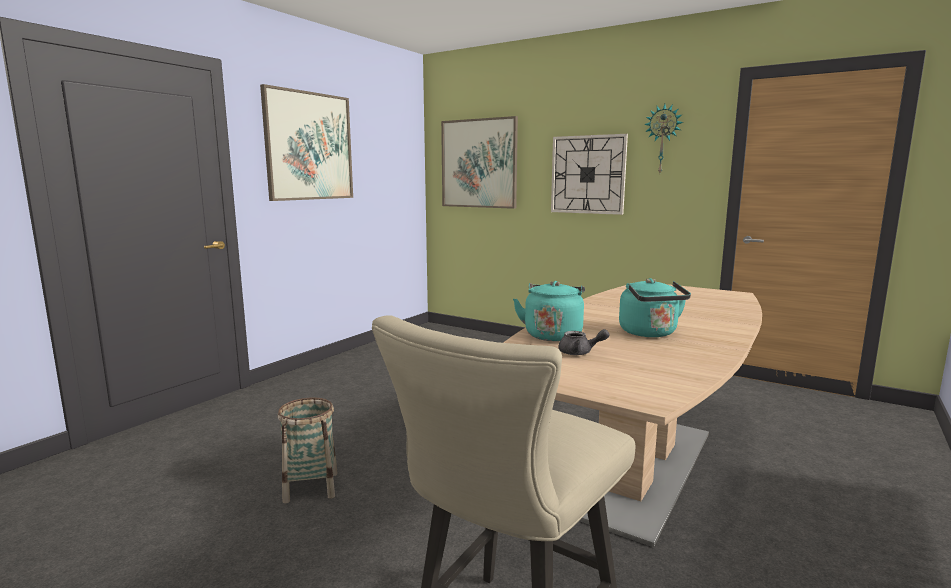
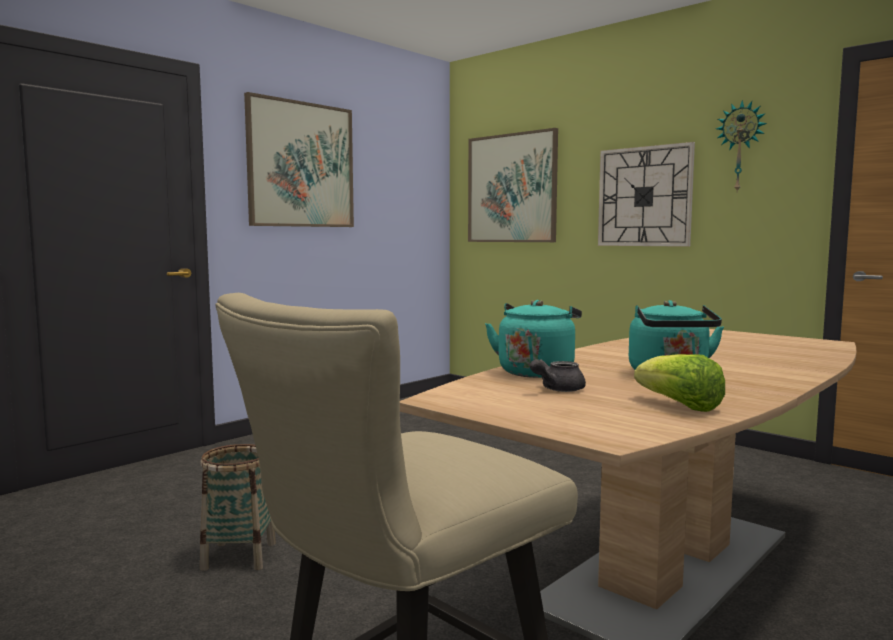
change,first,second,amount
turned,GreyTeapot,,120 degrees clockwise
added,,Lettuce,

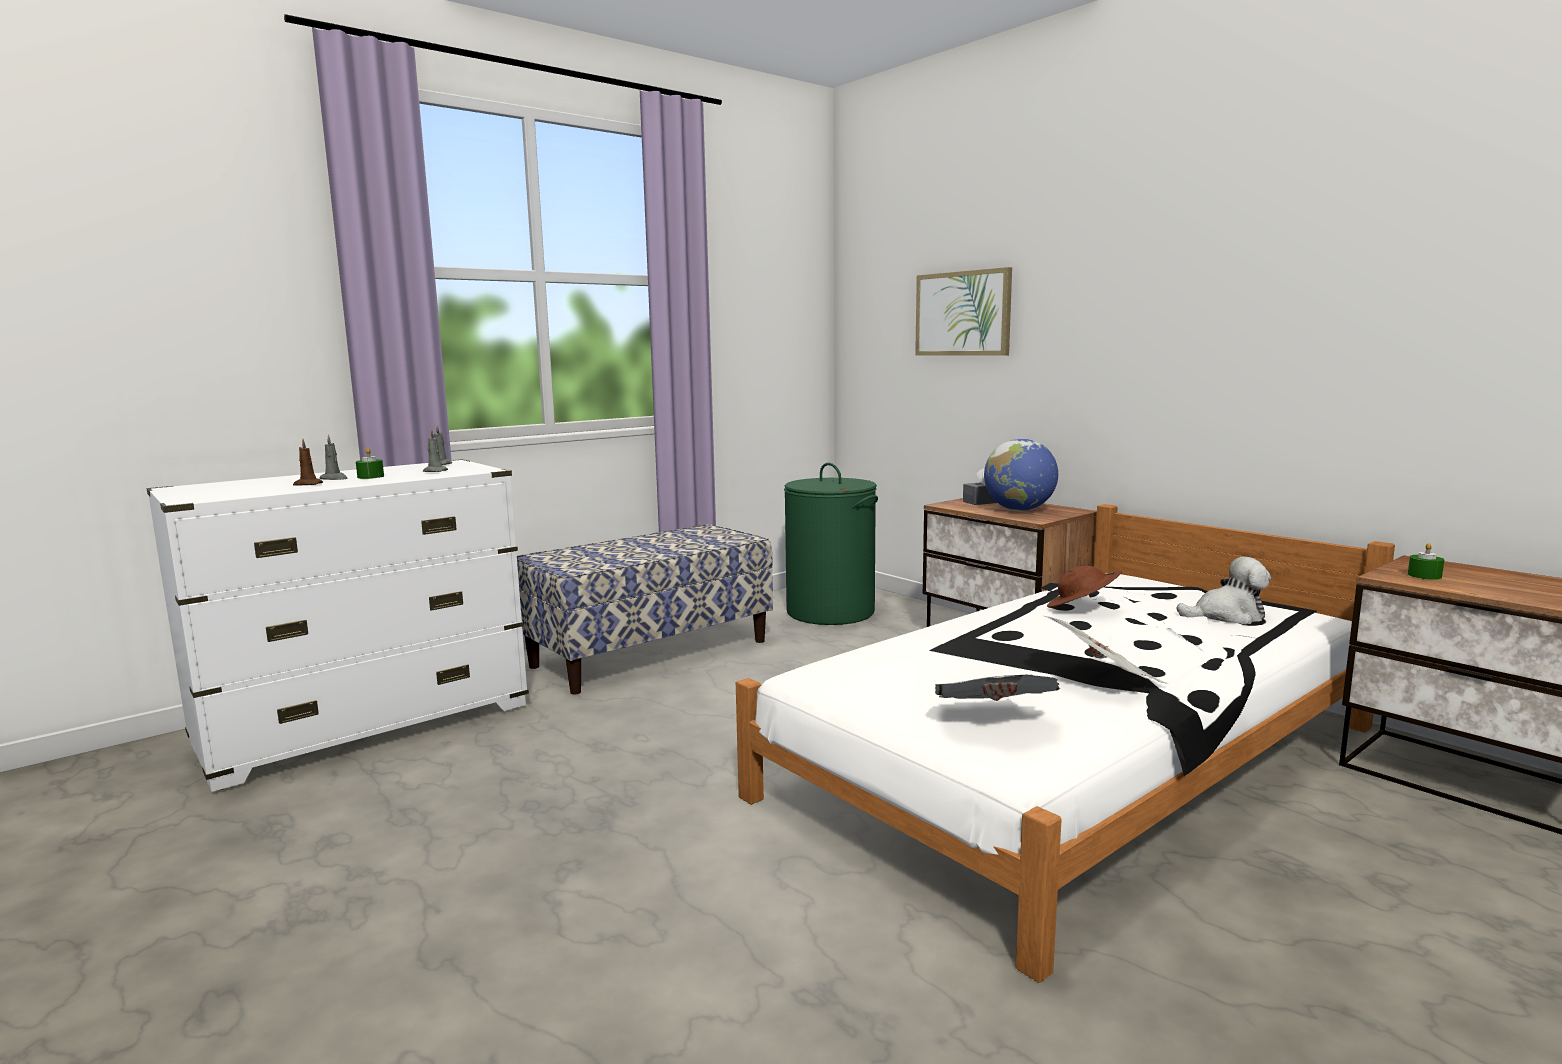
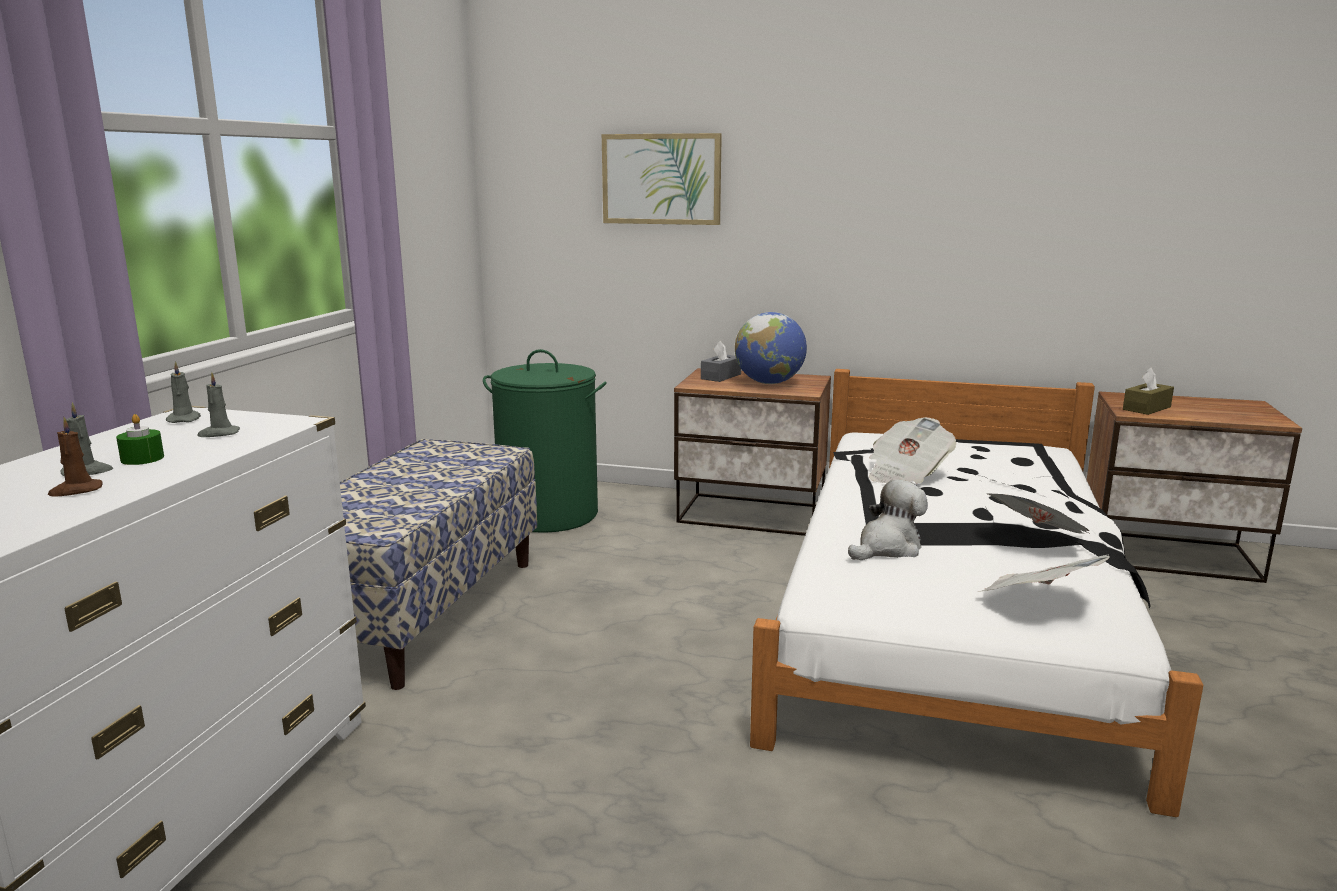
change,first,second,amount
replaced,BrownHat,Newspaper (1st from left),
moved,PlushToy,,
replaced,GreenCandle (2nd from left),BrownTissueBox,

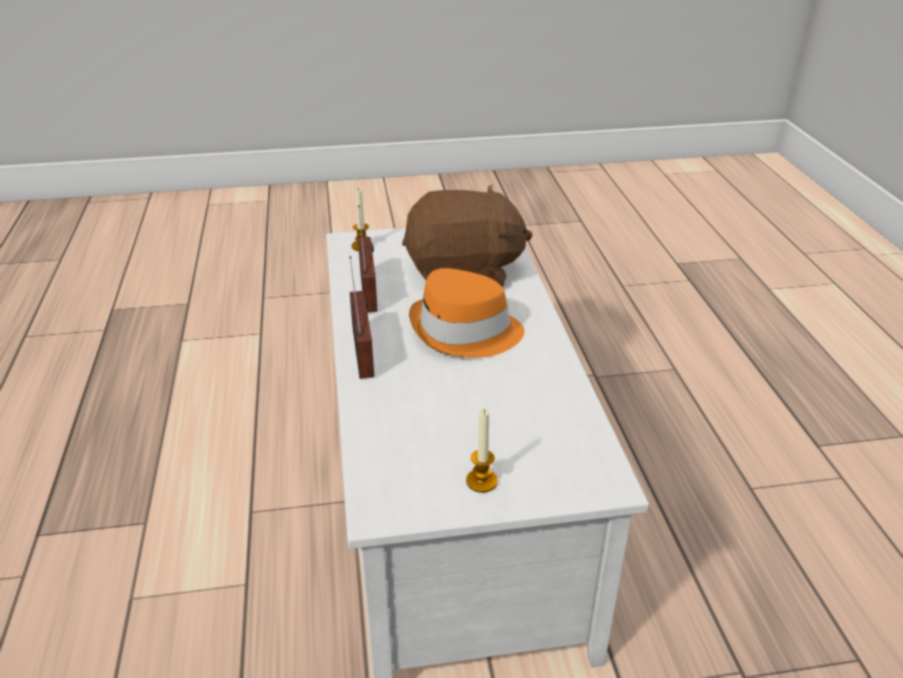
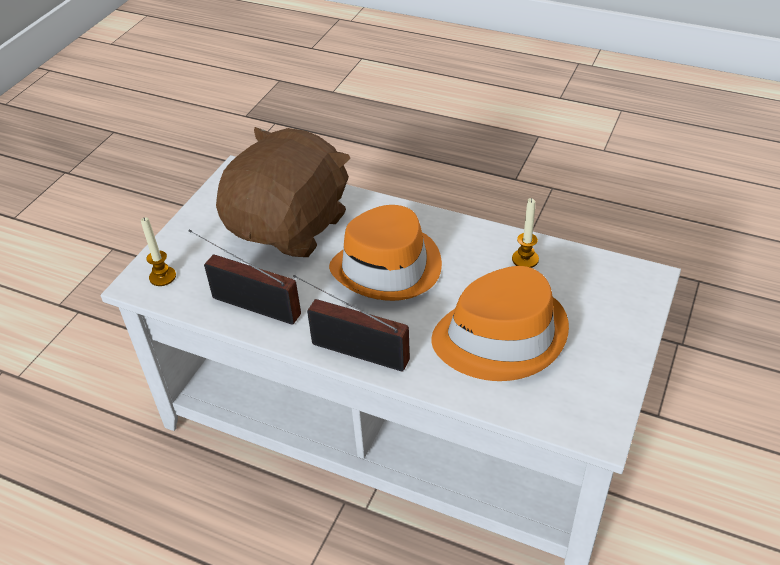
change,first,second,amount
moved,Candle (2nd from left),,
added,,OrangeHat (2nd from left),

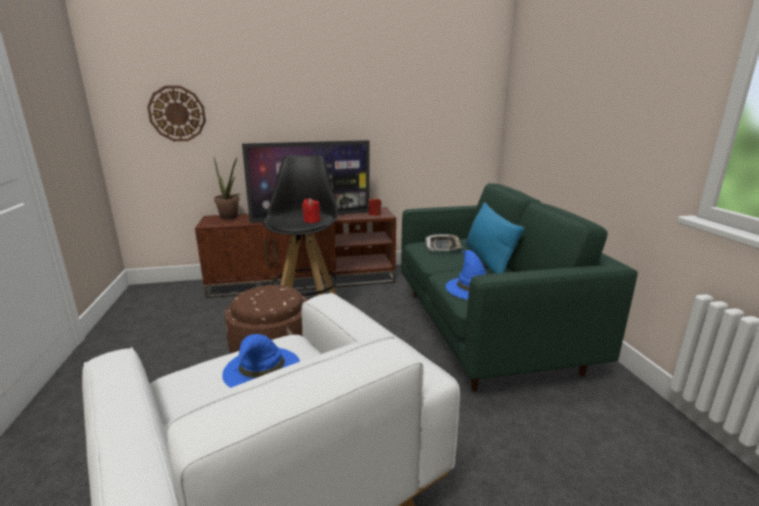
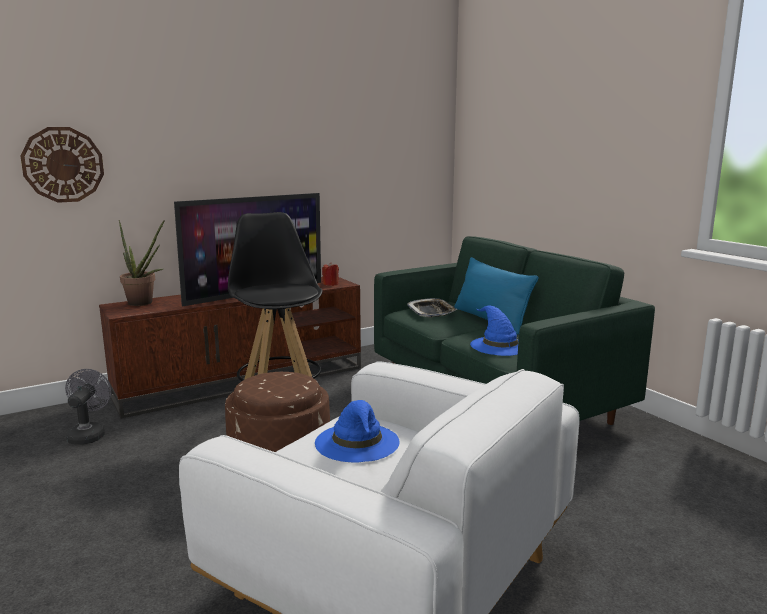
change,first,second,amount
removed,RedCandle (1st from left),,
added,,GreyFan,

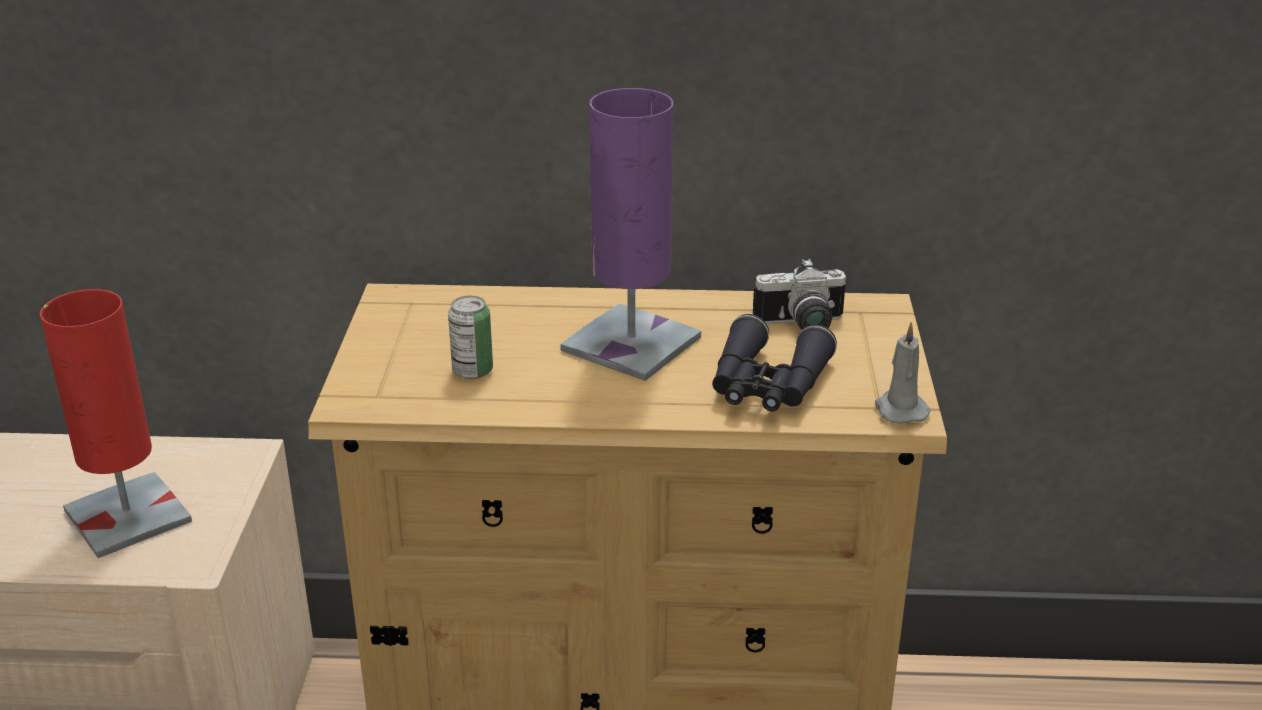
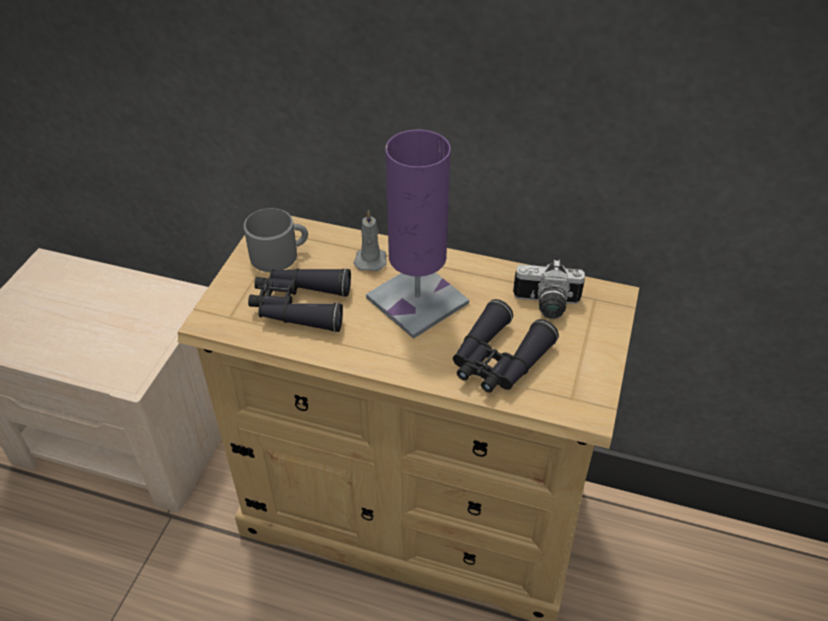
change,first,second,amount
removed,RedTableLamp,,
replaced,Can,BlackBinoculars (1st from left),
moved,GreyCandle,,
added,,GreyMug,

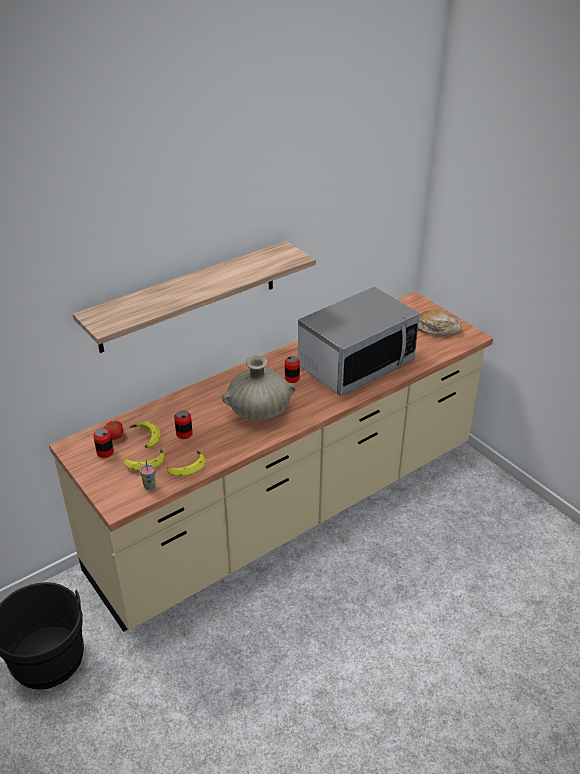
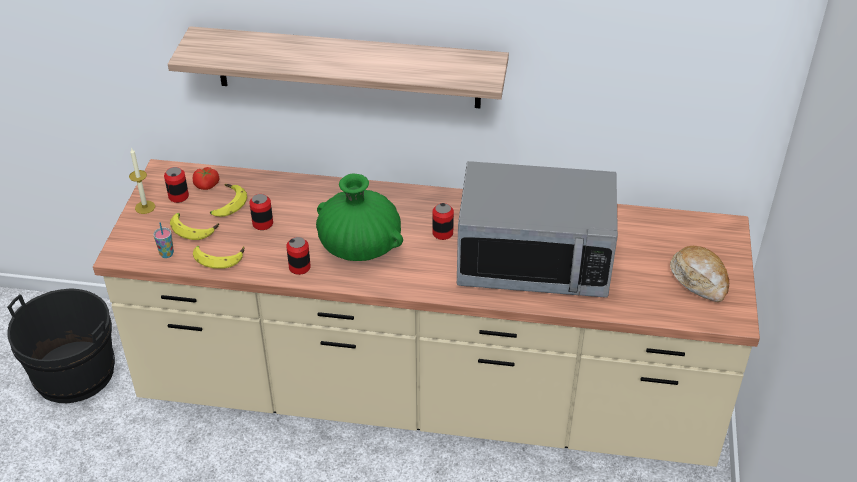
change,first,second,amount
recoloured,BeigeVase,GreenVase,
added,,Candle,
added,,Can (3rd from left),

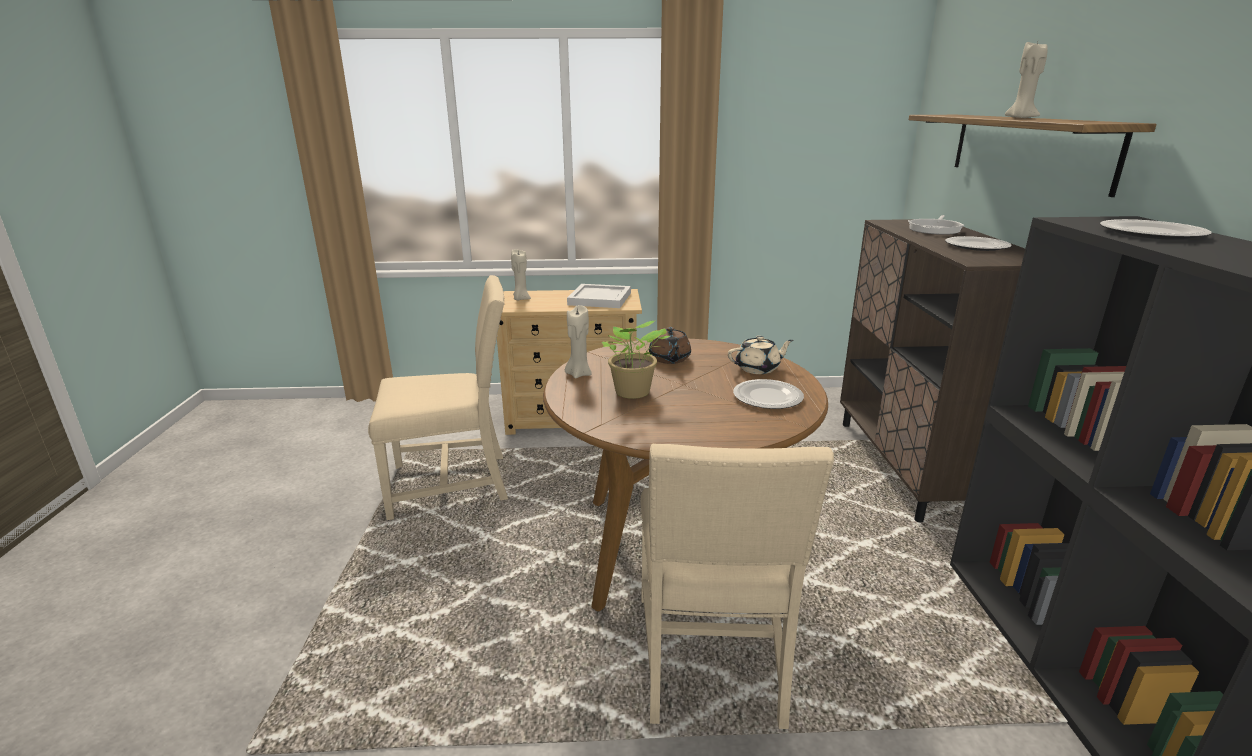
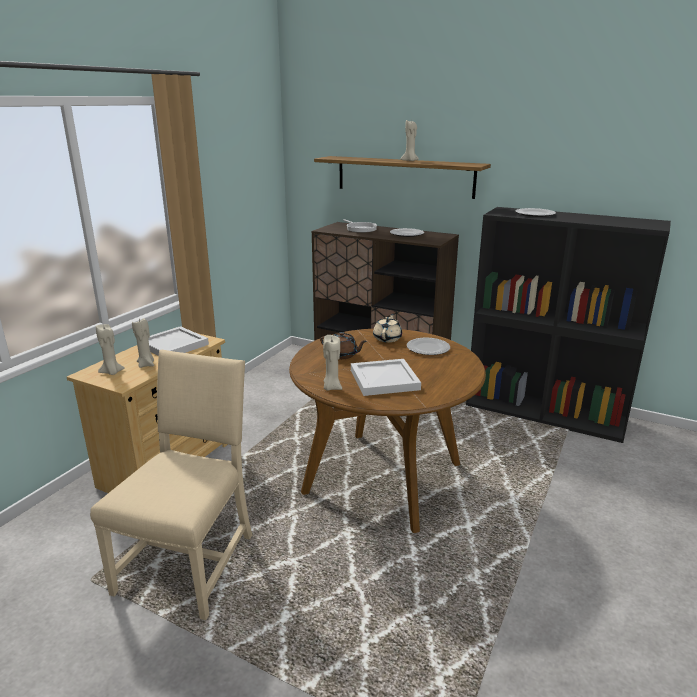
change,first,second,amount
replaced,PottedPlant,WhiteTray (2nd from left),
removed,BeigeChair (2nd from left),,
added,,BeigeCandle (2nd from left),

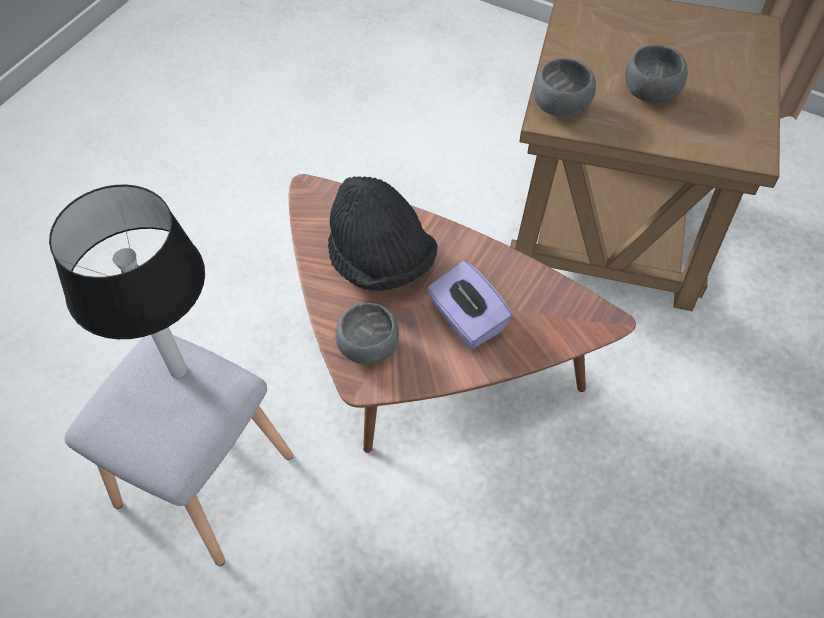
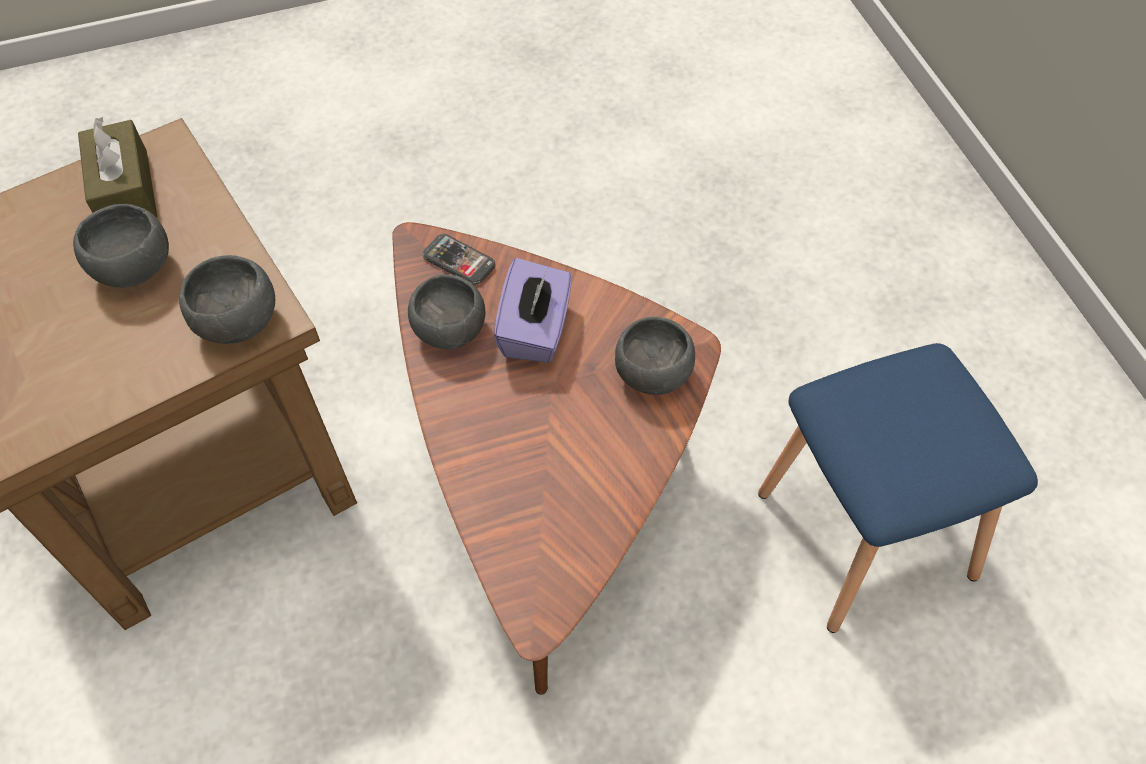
change,first,second,amount
removed,TableLamp,,
recoloured,GreyStool,BlueStool,
removed,BlackHat,,
added,,BrownTissueBox,
added,,GreyBowl (3rd from left),
added,,Phone,

